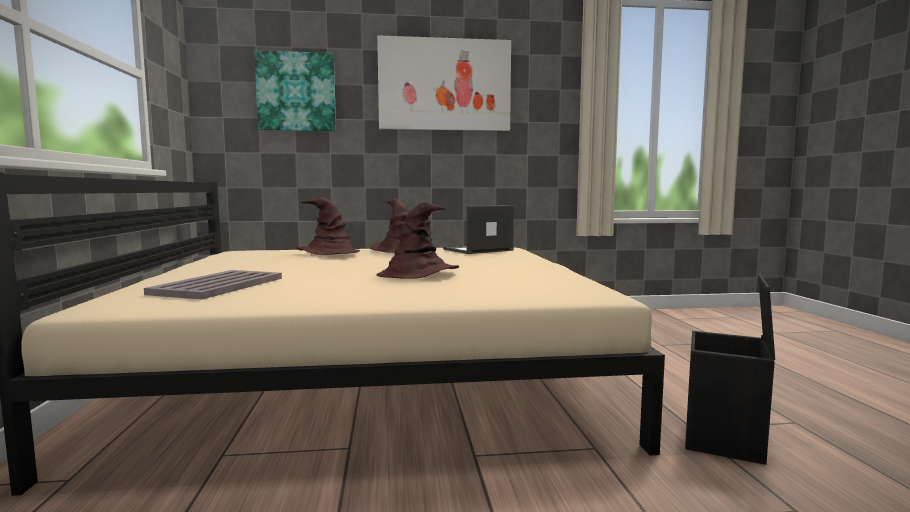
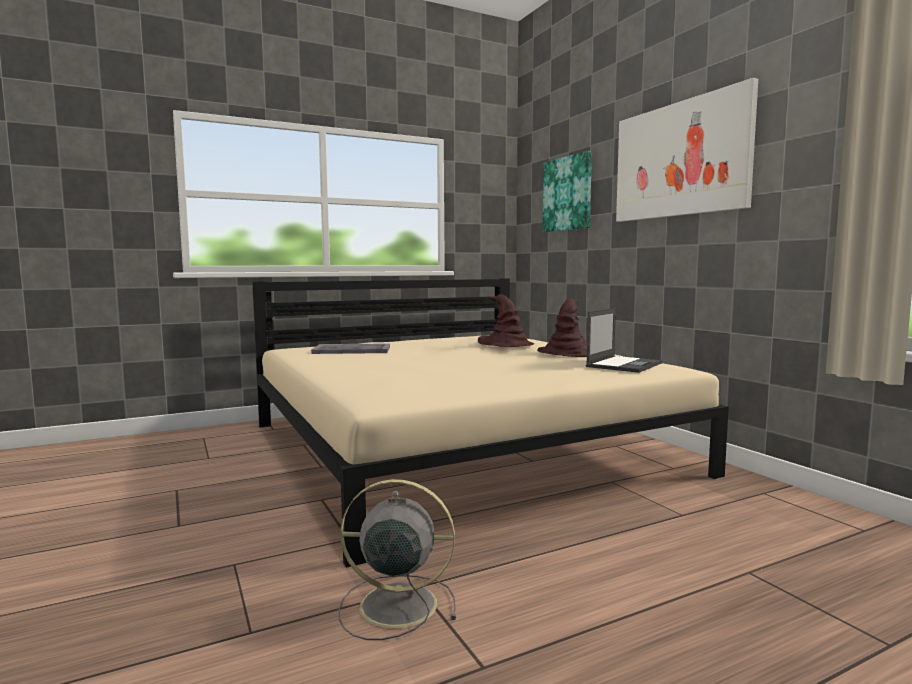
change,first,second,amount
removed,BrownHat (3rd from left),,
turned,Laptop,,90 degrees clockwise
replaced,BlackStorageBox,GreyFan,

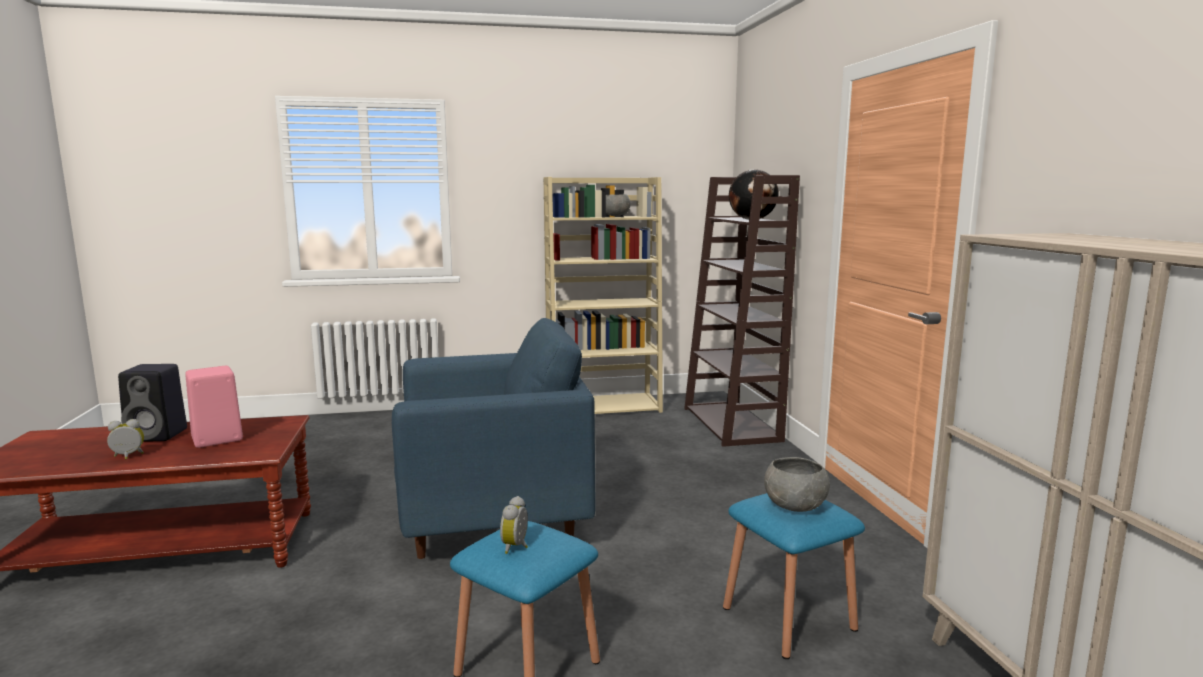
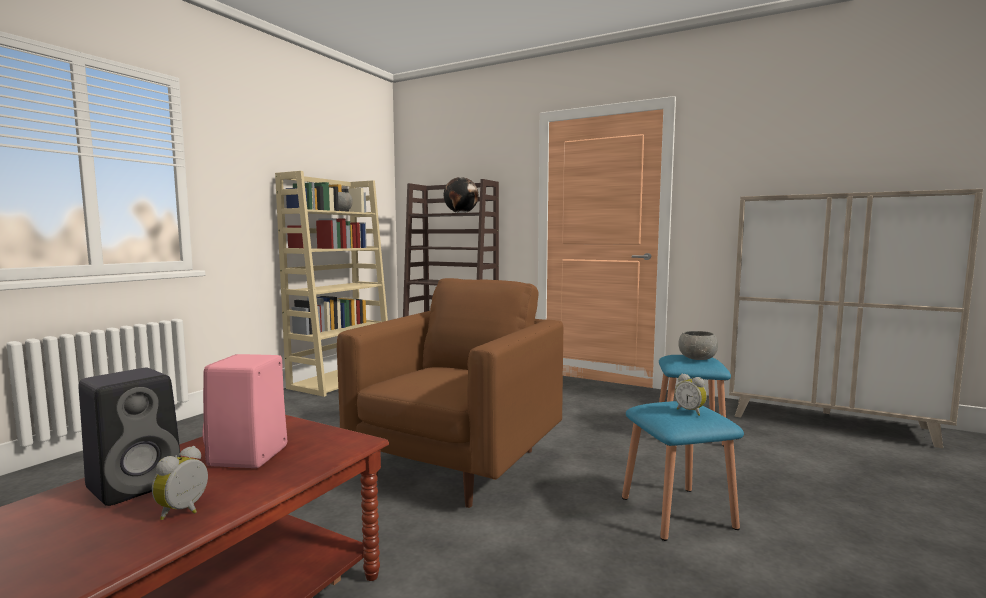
change,first,second,amount
recoloured,BlueArmchair,BrownArmchair,

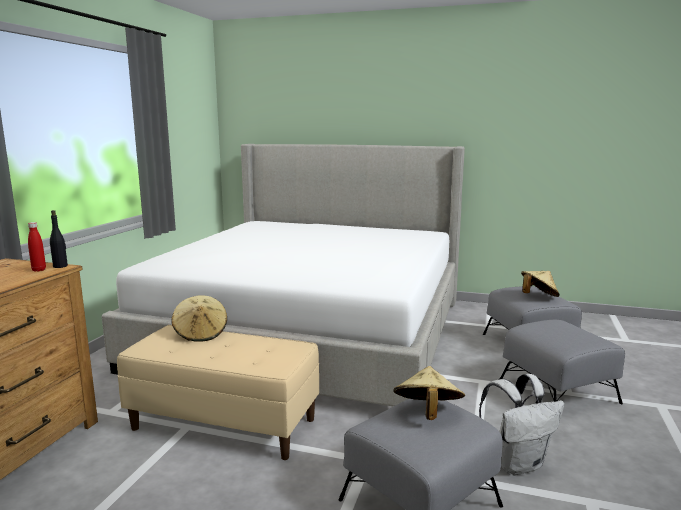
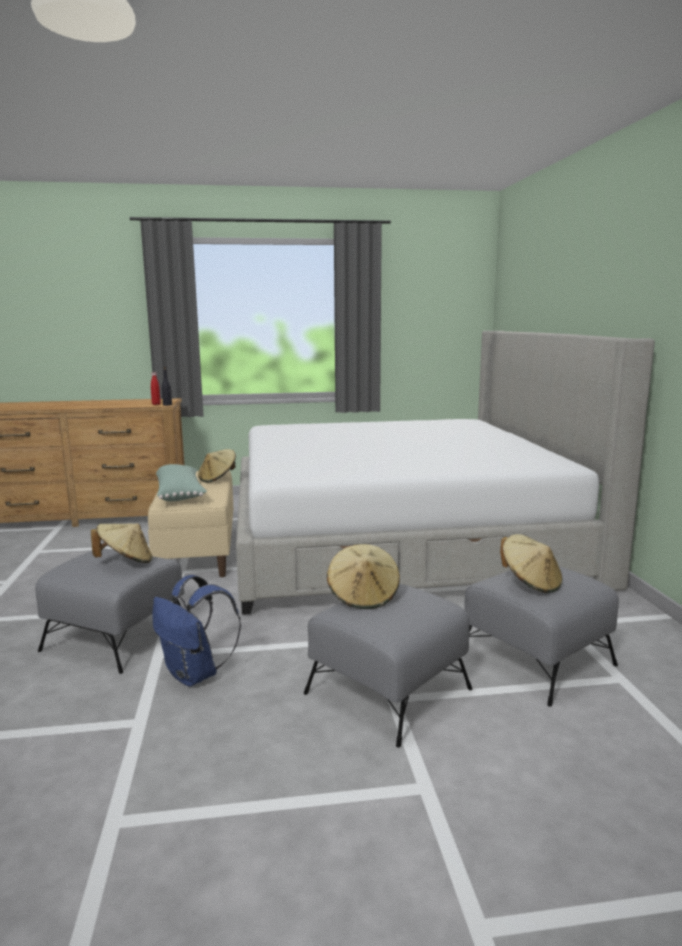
change,first,second,amount
recoloured,WhiteBackpack,BlueBackpack,
added,,GreenPillow,
added,,BeigeHat (3rd from left),

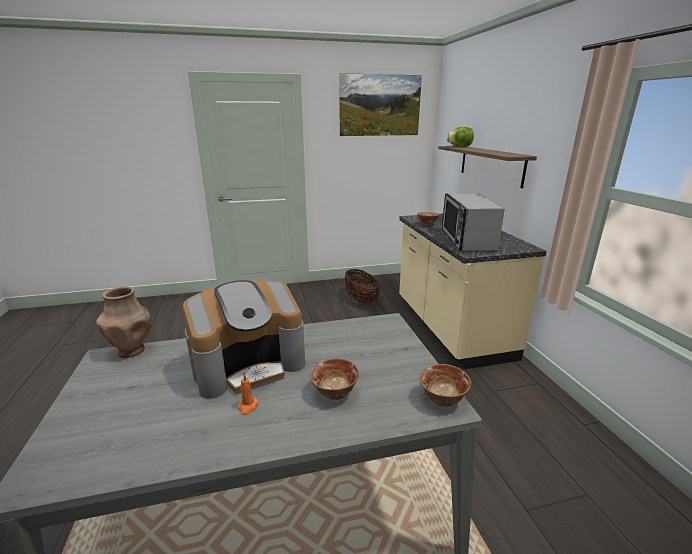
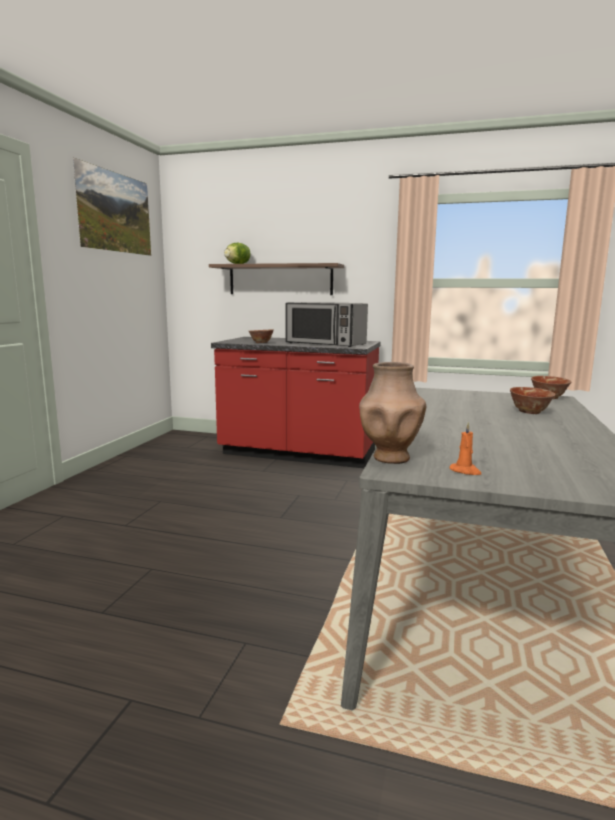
change,first,second,amount
removed,CoffeeMachine,,
moved,OrangeCandle,,
removed,Basket,,
recoloured,BeigeCounter,RedCounter,

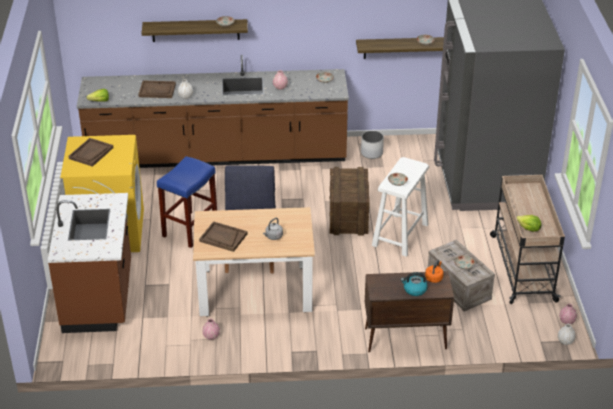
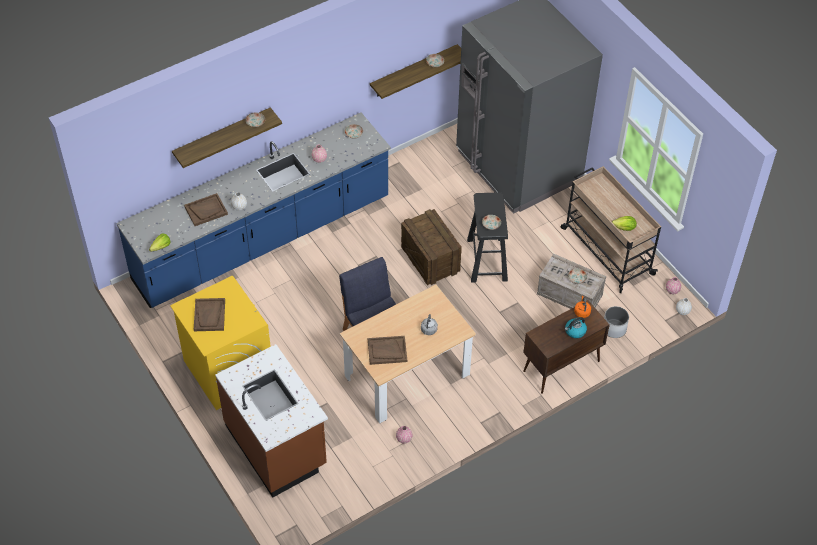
change,first,second,amount
recoloured,BrownCounter (2nd from left),BlueCounter,
removed,BlueStool,,
moved,WhitePlanter,,
recoloured,WhiteStool,BlackStool,

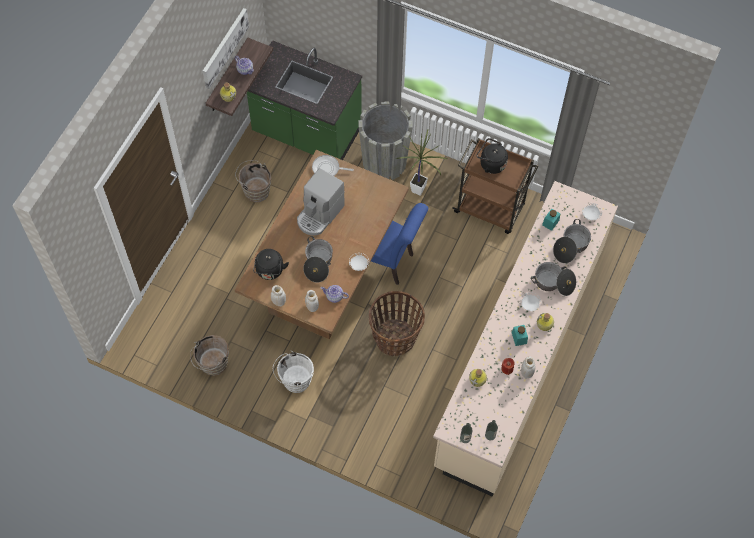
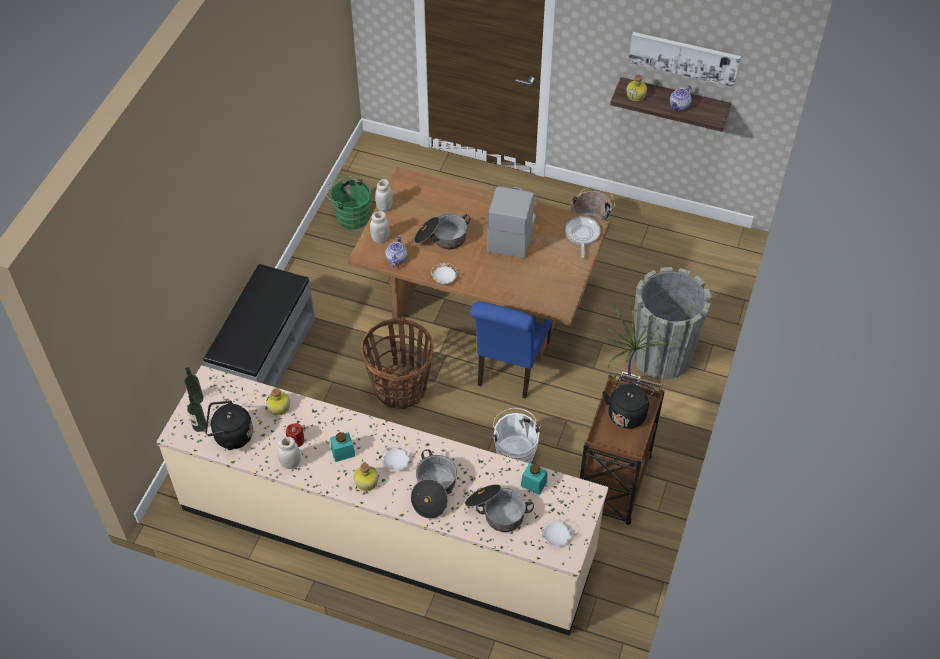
change,first,second,amount
recoloured,BrownBucket (1st from left),GreenBucket,
removed,GreenCounter,,
moved,BlackKettle (1st from left),,
moved,WhiteBucket,,
turned,CoffeeMachine,,75 degrees clockwise
added,,GreyBench,

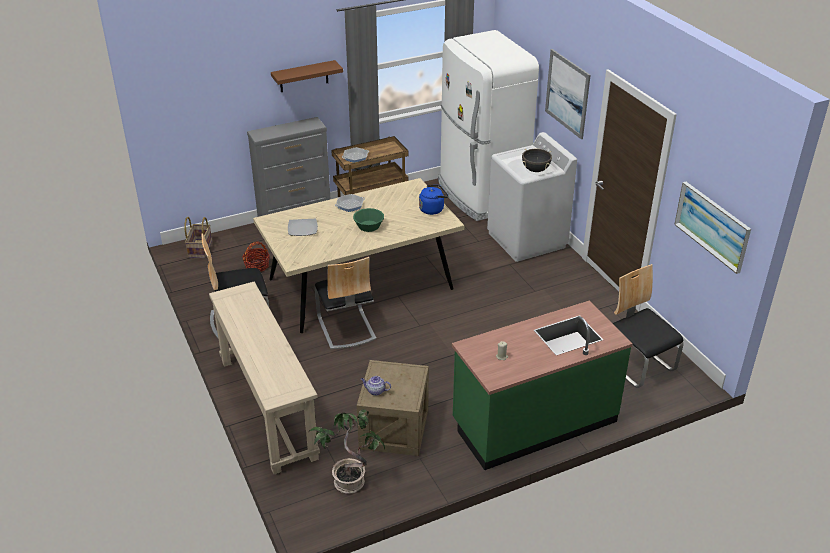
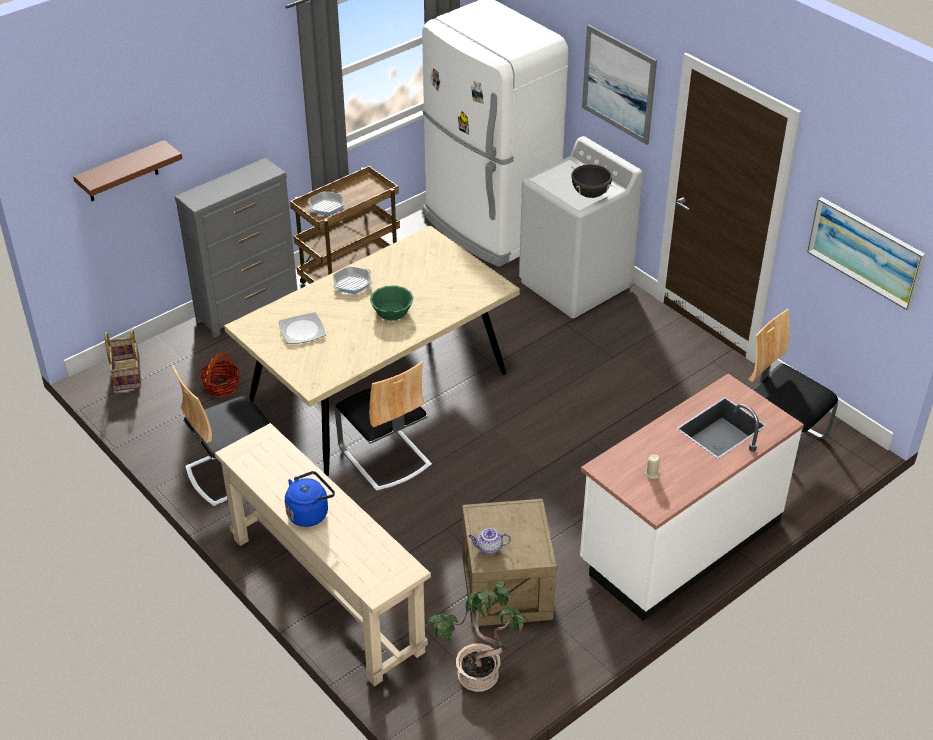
change,first,second,amount
moved,BrownShelf,,
moved,BlueKettle,,
recoloured,GreenCounter,WhiteCounter,

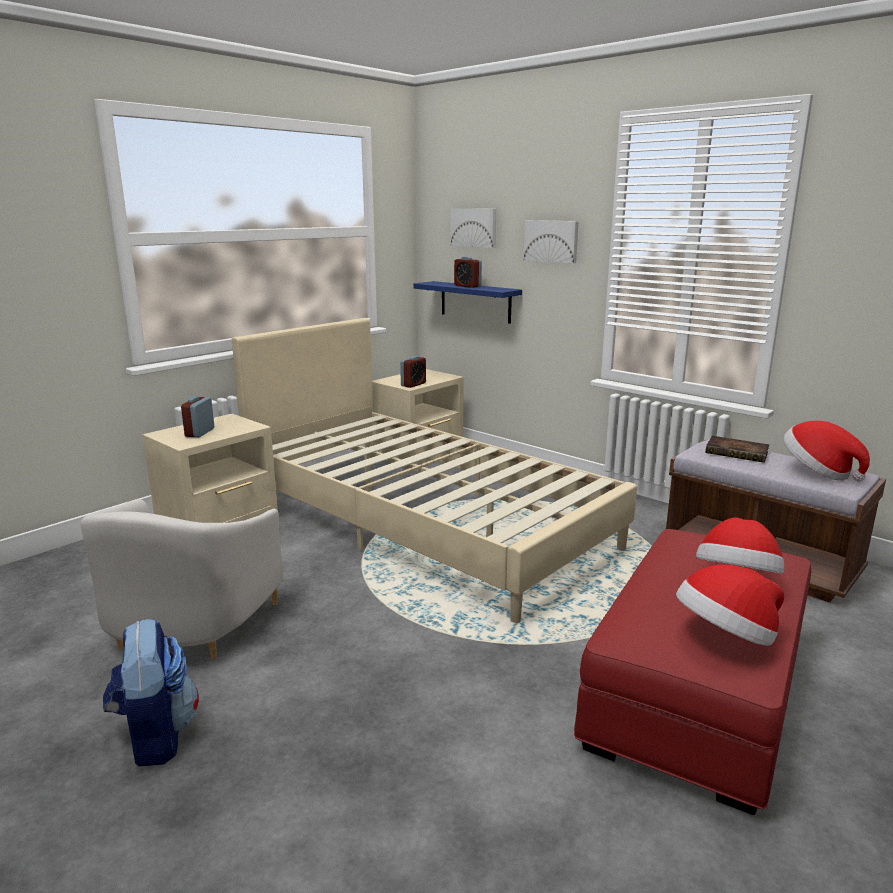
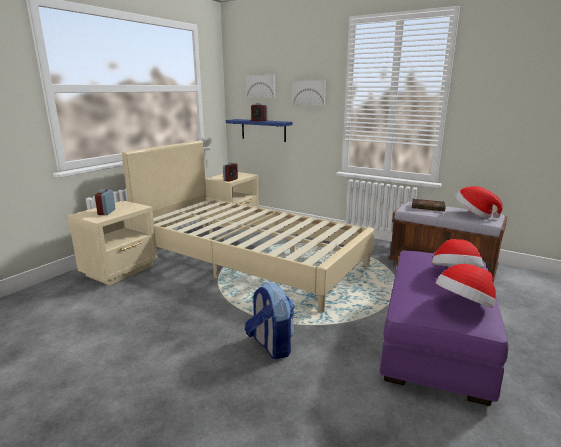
change,first,second,amount
removed,WhiteArmchair,,
moved,Backpack,,
recoloured,RedOttoman,PurpleOttoman,

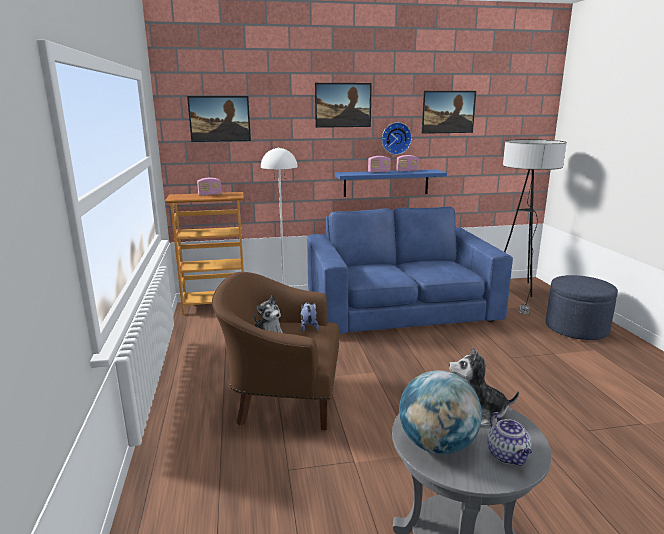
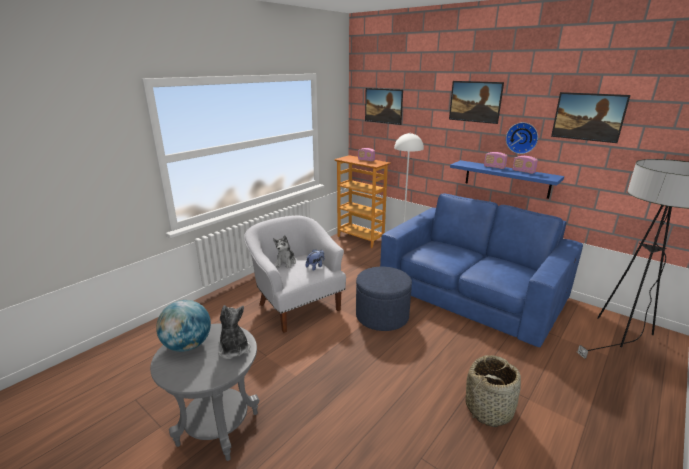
change,first,second,amount
recoloured,BrownArmchair,WhiteArmchair,
removed,Teapot,,
moved,BlueOttoman,,
added,,Basket,

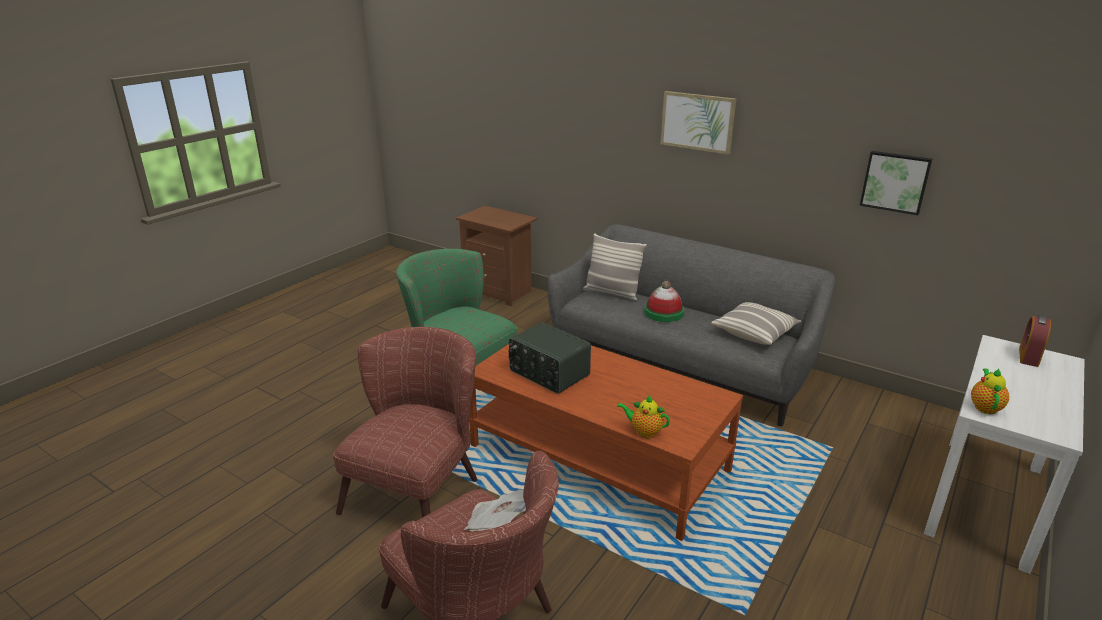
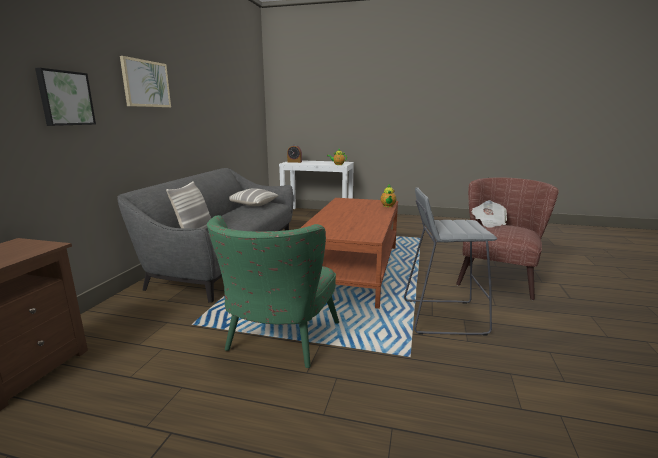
change,first,second,amount
replaced,BrownArmchair (1st from left),GreyStool,
removed,Radio,,
removed,Hat,,
moved,Picture (2nd from left in the first image),Picture (1st from left),

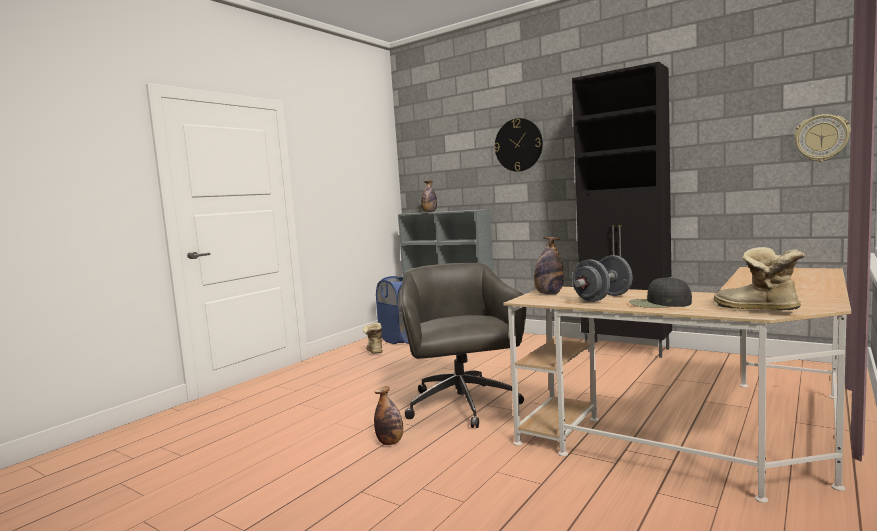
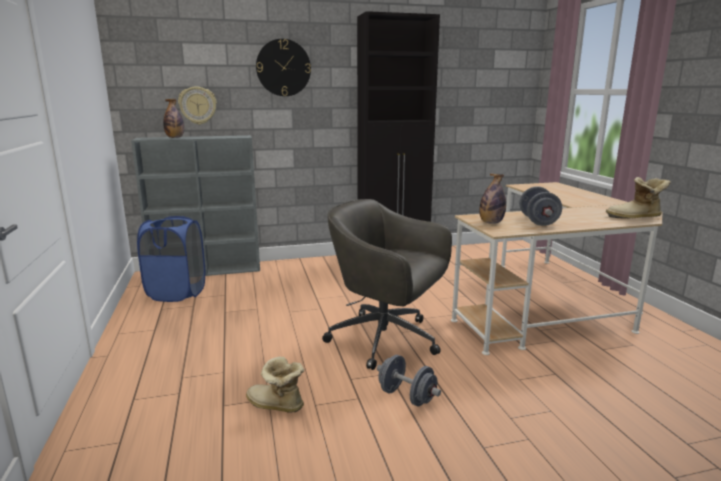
change,first,second,amount
moved,Boot (1st from left),,
replaced,Bottle (1st from left),GreyDumbbell (1st from left),
removed,BlackCap,,
moved,WallClock (2nd from left in the first image),WallClock (1st from left),

